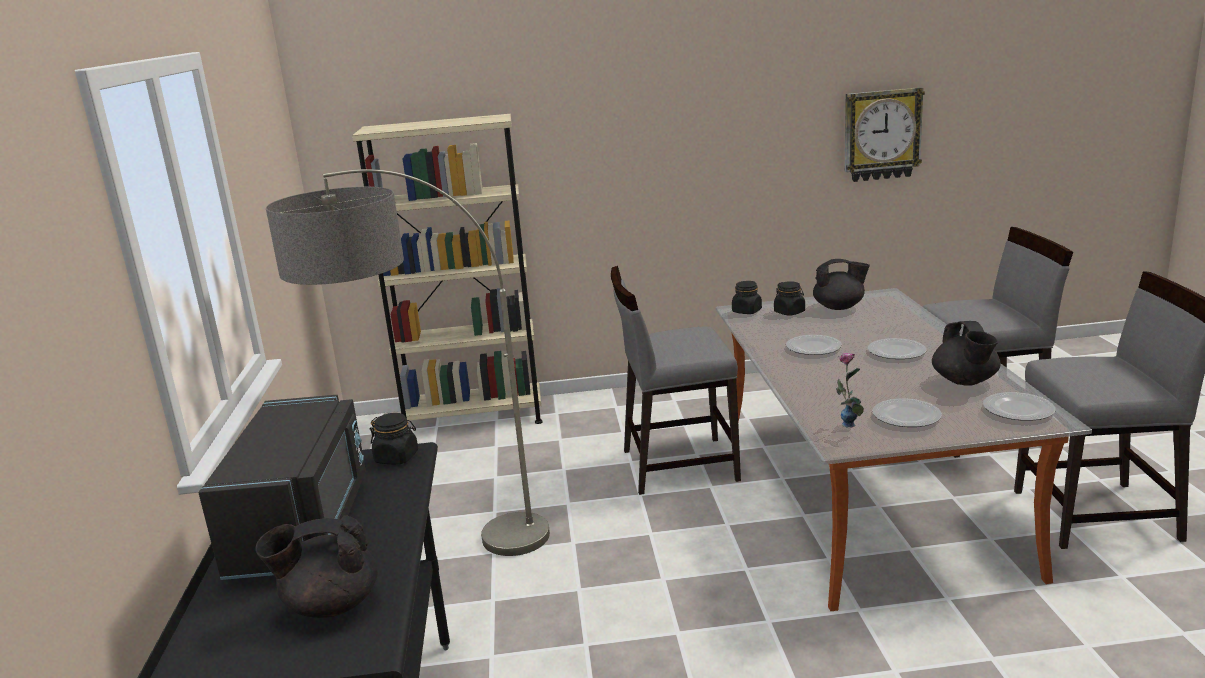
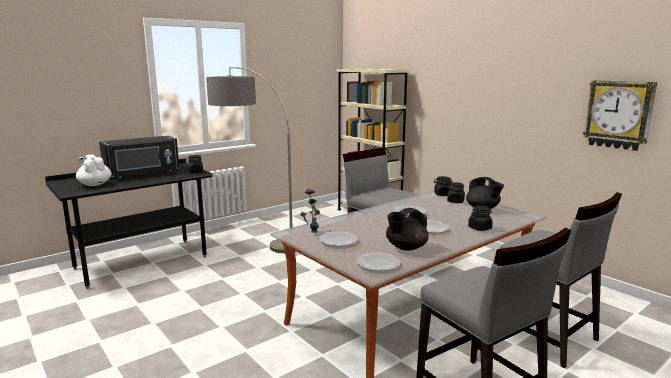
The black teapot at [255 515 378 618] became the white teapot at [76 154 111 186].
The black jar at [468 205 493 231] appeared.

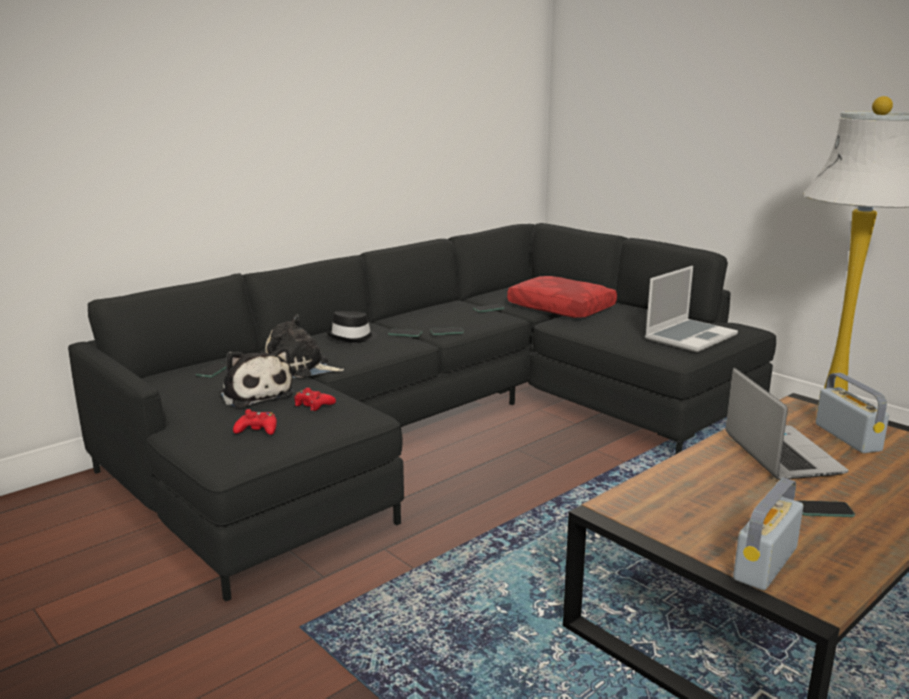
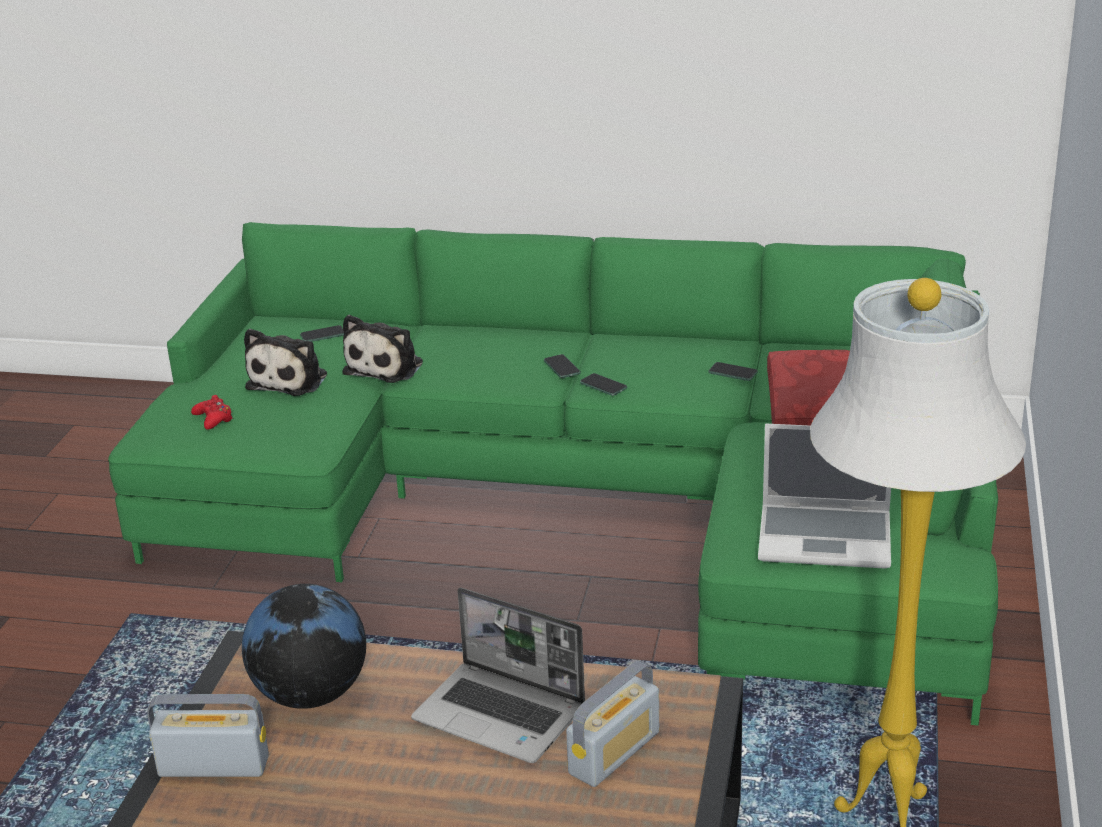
The black sofa at [68 223 776 602] became the green sofa at [108 222 998 726].
The black hat at [326 311 377 343] disappeared.
The plush toy at [265 314 344 378] turned 135 degrees counterclockwise.
The laptop at [725 368 849 480] turned 75 degrees clockwise.
The red game controller at [294 388 336 411] disappeared.
The phone at [796 500 855 517] disappeared.
The globe at [242 584 366 709] appeared.

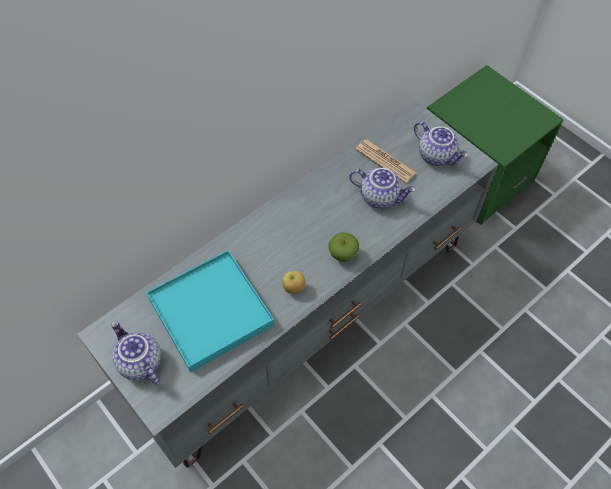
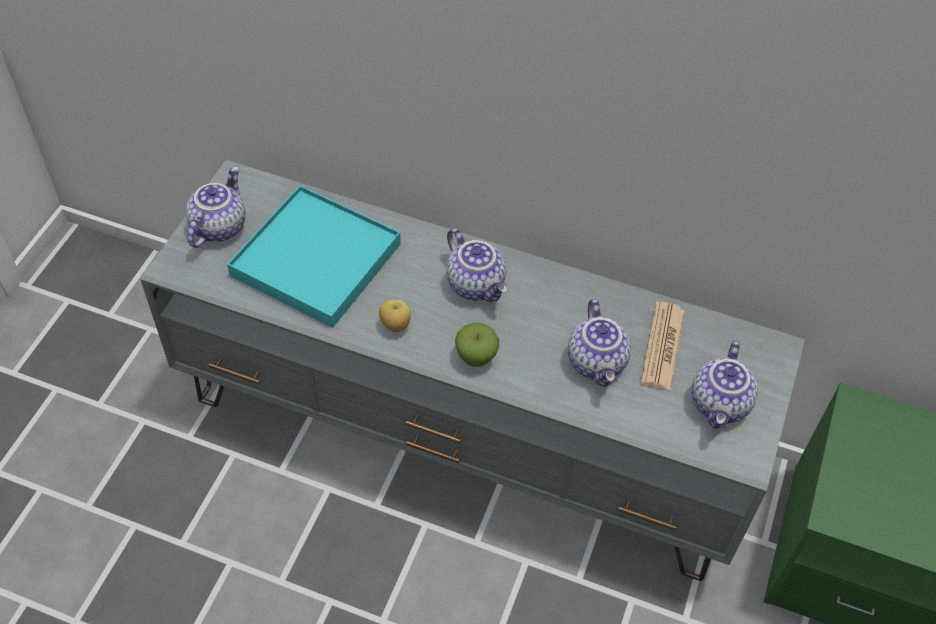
The teapot at [446 228 508 302] appeared.

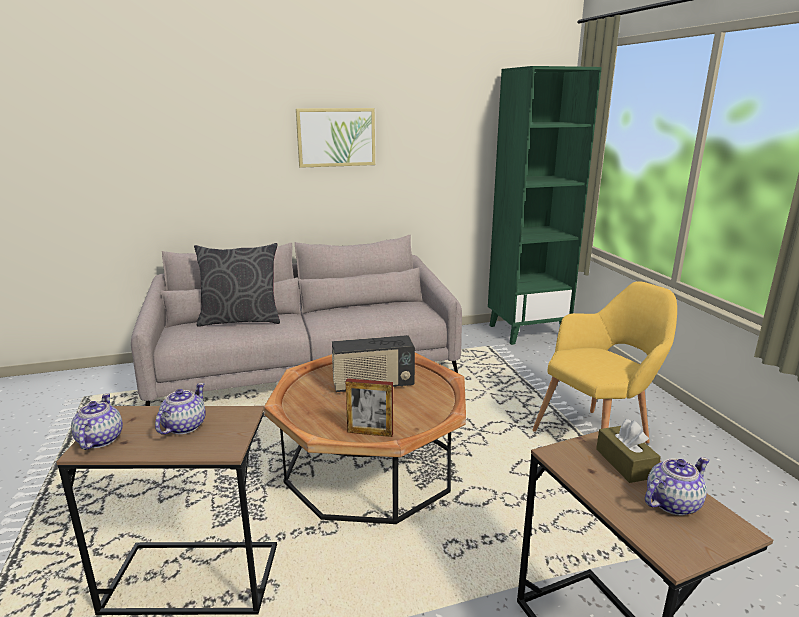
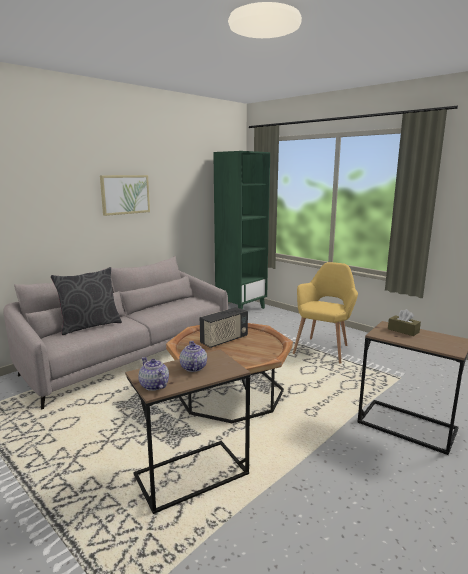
The picture frame at [346 378 393 437] disappeared.
The teapot at [645 457 710 515] disappeared.

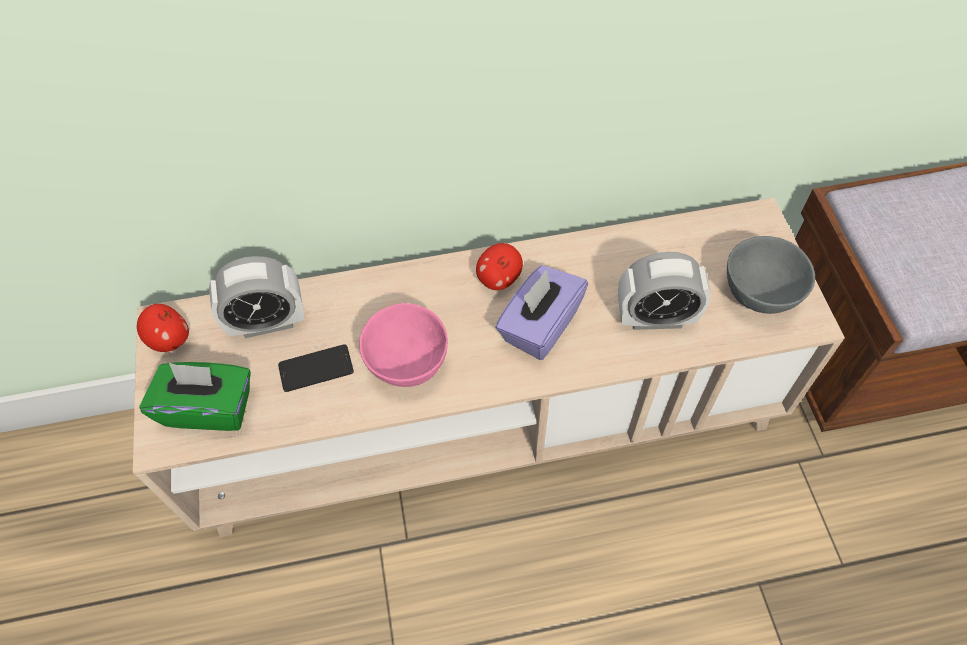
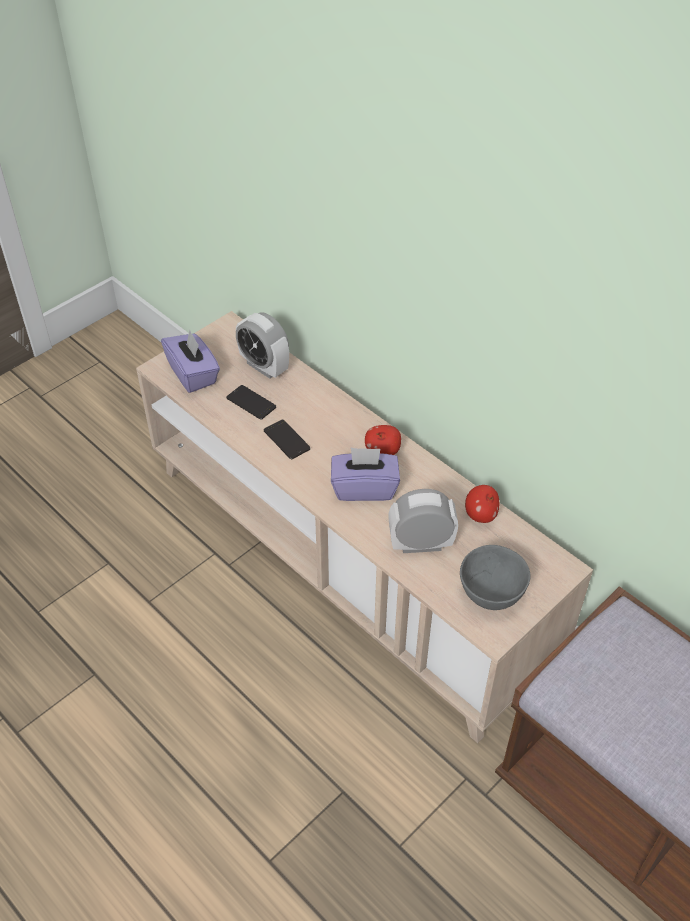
The alarm clock at [618 252 711 330] turned 120 degrees clockwise.
The pink bowl at [359 303 448 387] was replaced by the phone at [264 420 310 459].
The apple moved from [137 304 189 352] to [465 485 499 523].
The green tissue box at [139 362 251 431] became the purple tissue box at [161 331 220 393].

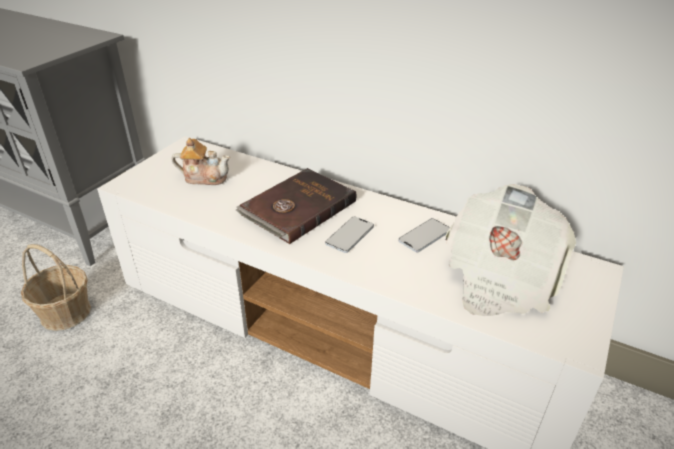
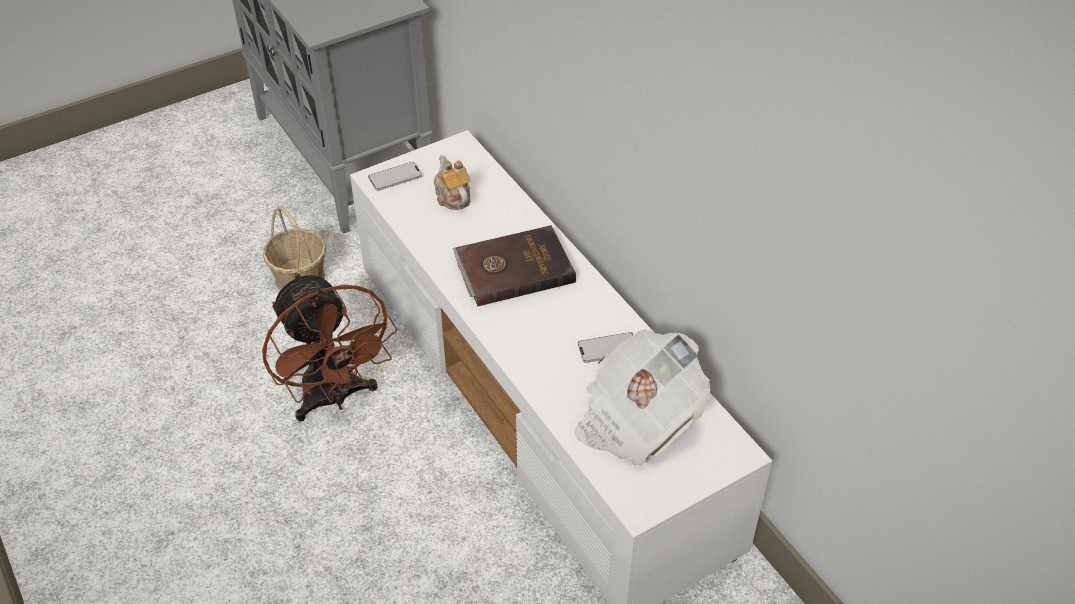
The teapot at [172 138 230 185] turned 150 degrees counterclockwise.
The phone moved from [325 216 374 253] to [368 162 422 191].
The brown fan at [262 273 397 422] appeared.

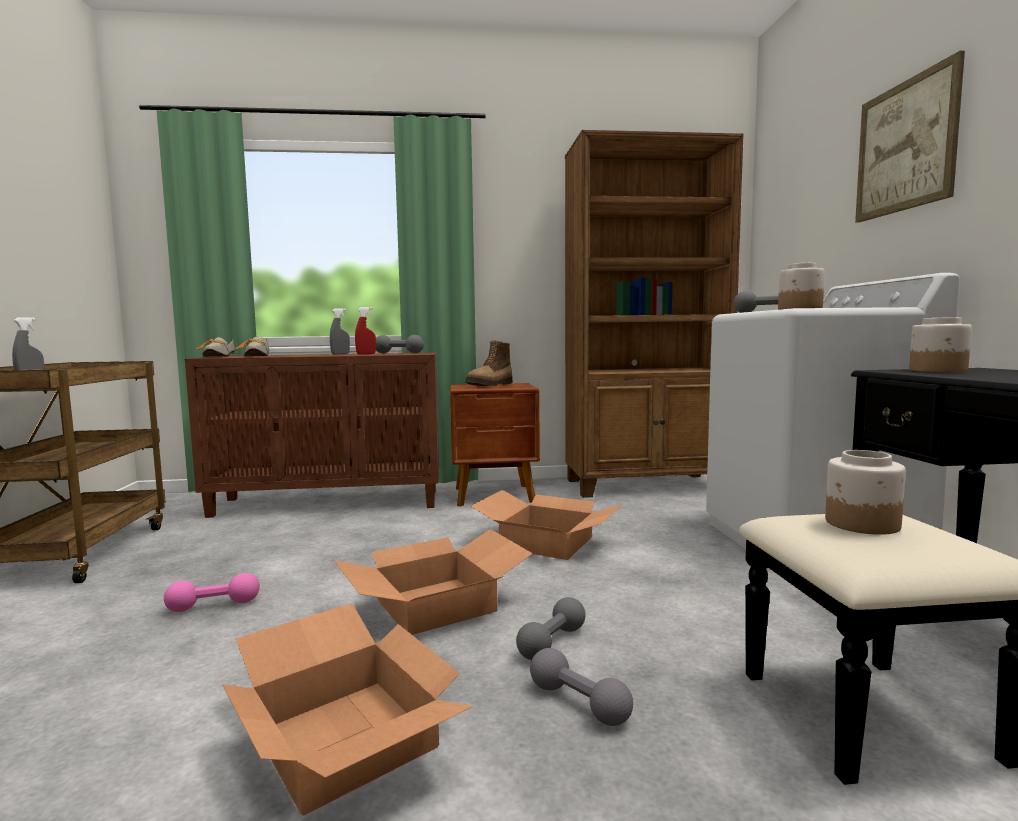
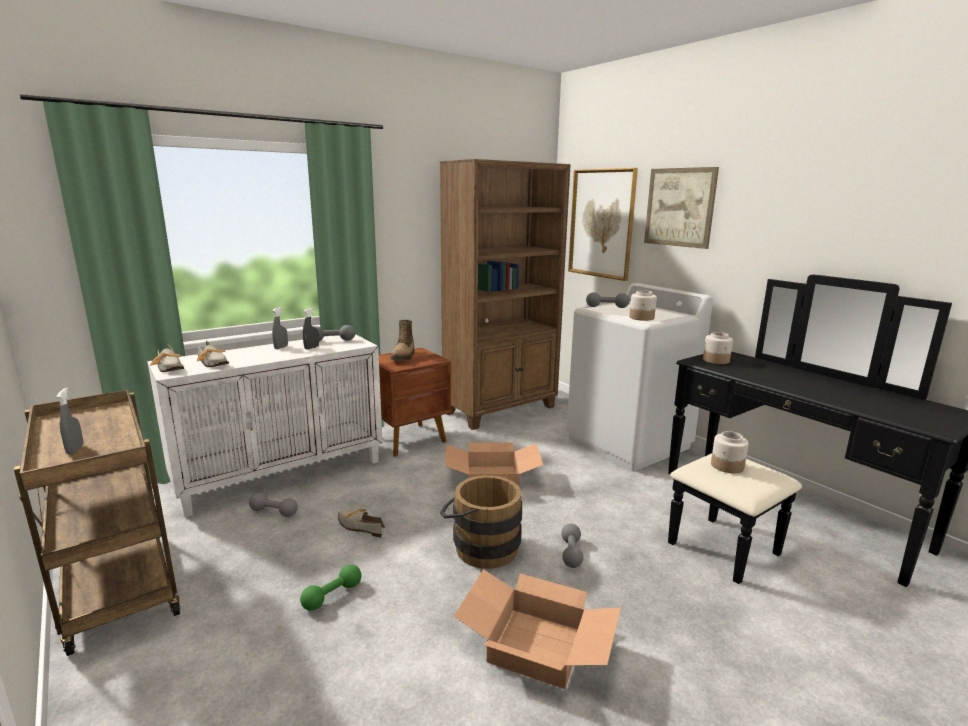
The red spray bottle at [355 307 376 355] became the grey spray bottle at [303 308 319 350].
The brown cabinet at [185 353 439 518] became the white cabinet at [147 334 383 518].
The cardboard box at [334 529 533 635] was replaced by the brown bucket at [440 475 522 569].
The pink dumbbell at [164 573 260 612] became the green dumbbell at [300 565 361 611].
The grey dumbbell moved from [530 648 633 726] to [249 493 298 517].
The picture at [568 168 638 281] appeared.
The shoe at [338 509 385 538] appeared.

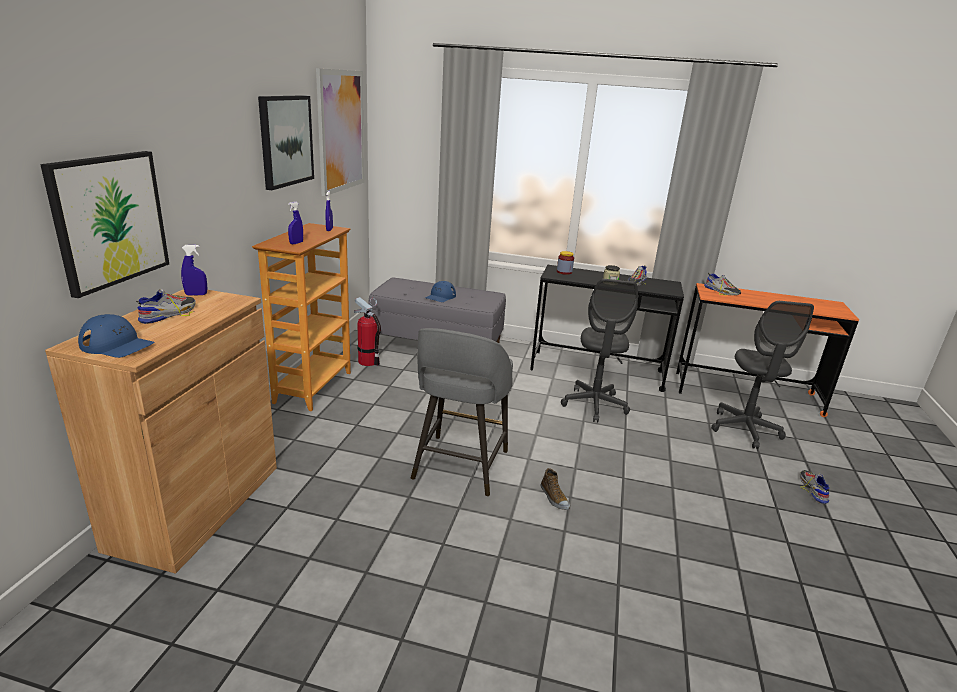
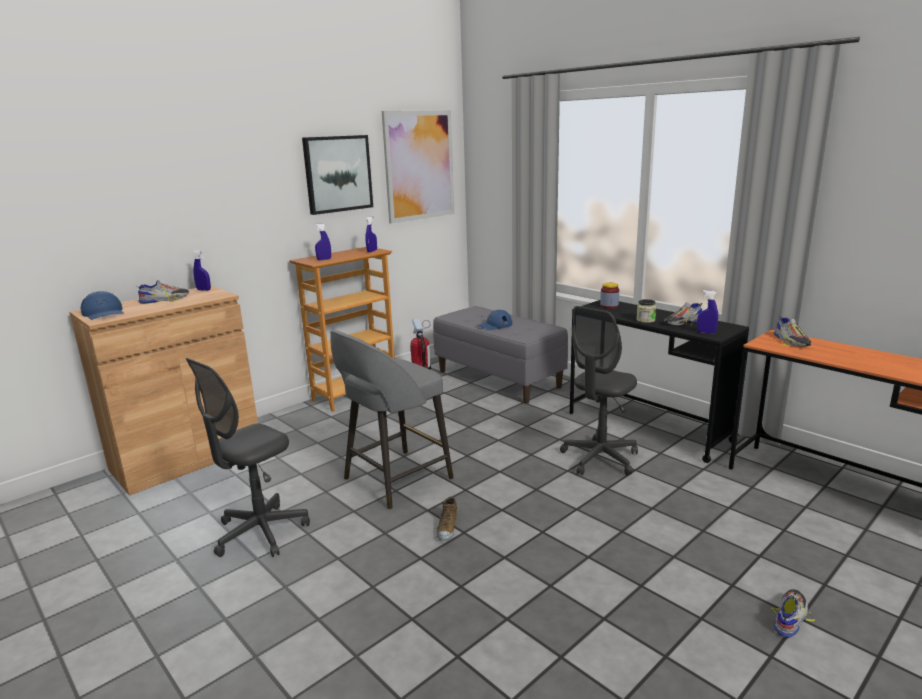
The picture at [40 151 169 298] disappeared.
The grey office chair moved from [711 301 814 449] to [185 358 310 557].
The blue spray bottle at [697 290 718 334] appeared.

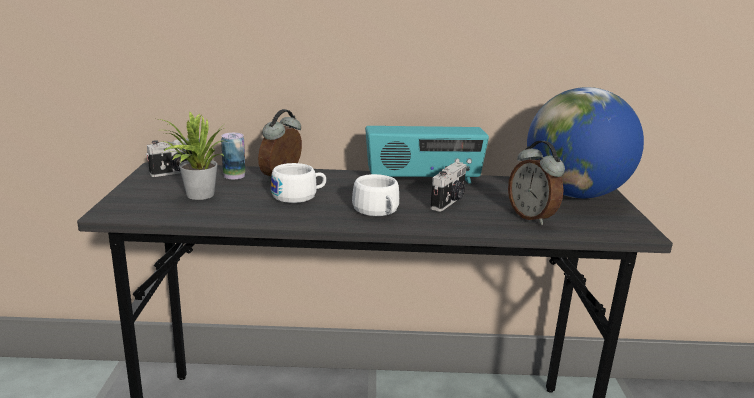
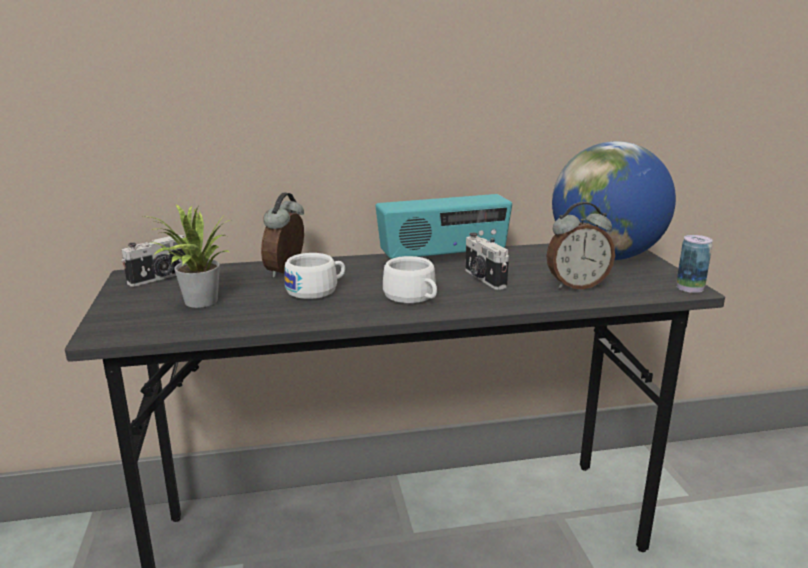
The can moved from [221 133 246 179] to [677 235 713 293].
The alarm clock at [508 141 565 225] turned 60 degrees counterclockwise.
The photo camera at [430 162 467 212] turned 135 degrees clockwise.

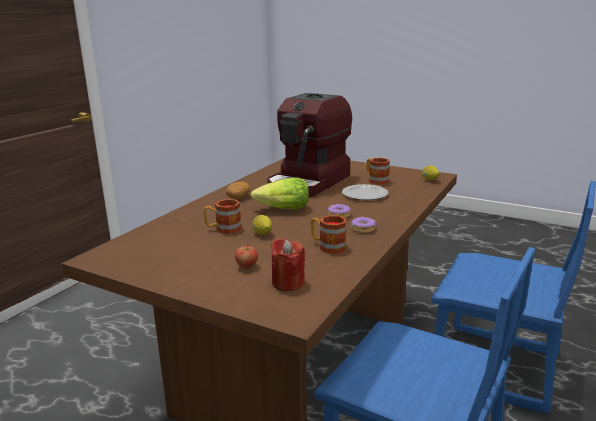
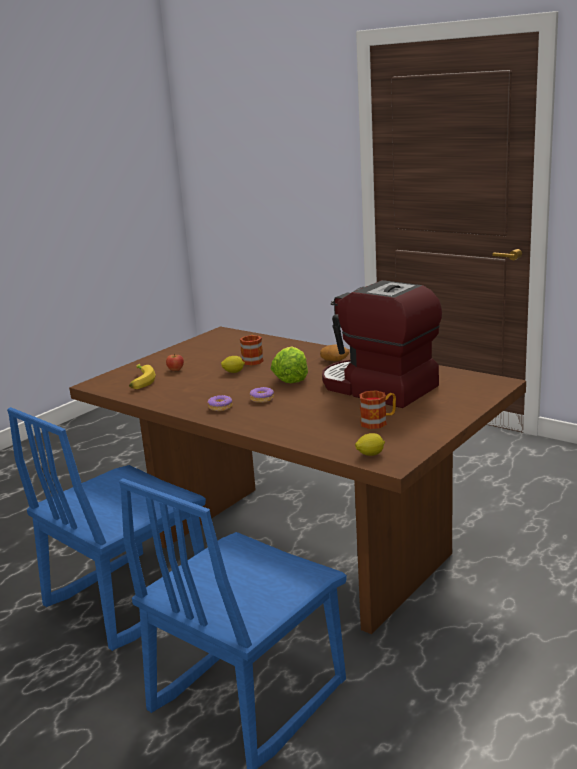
The plate at [342 184 388 200] disappeared.
The mug at [311 215 347 254] disappeared.
The red candle at [271 238 305 291] was replaced by the banana at [129 364 156 389].

